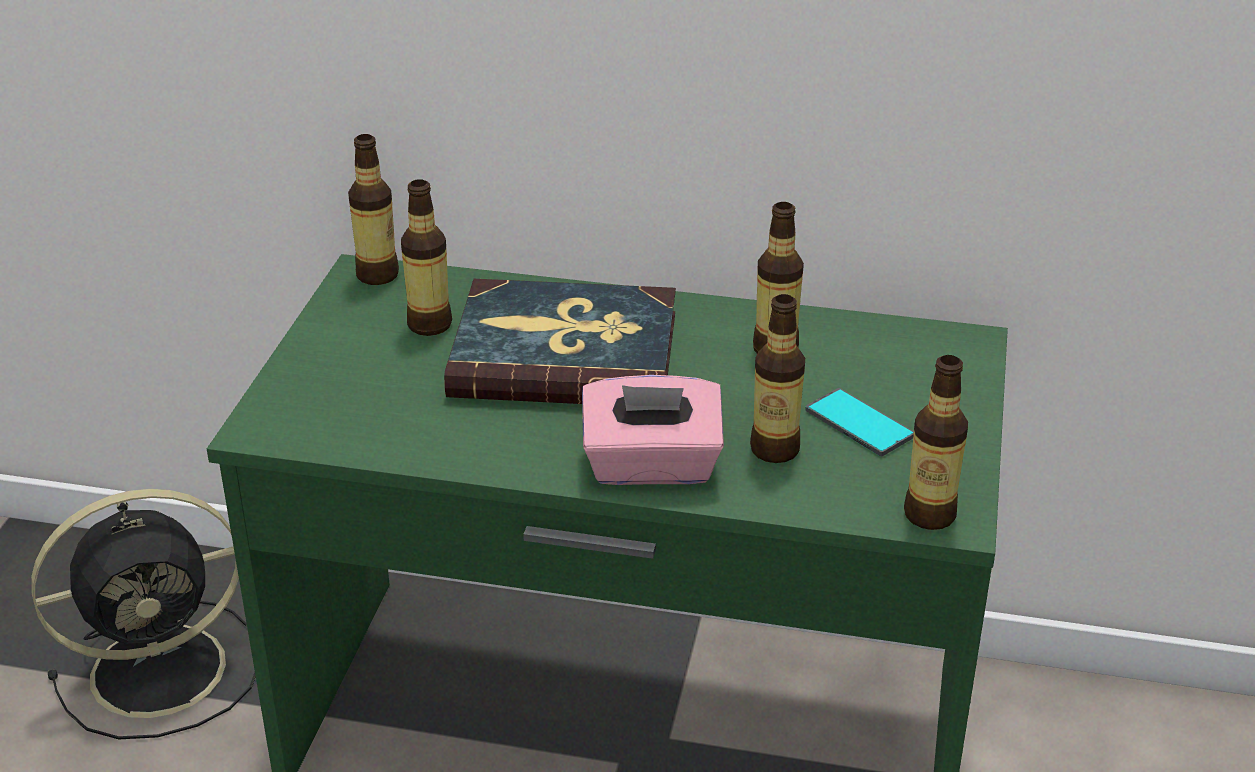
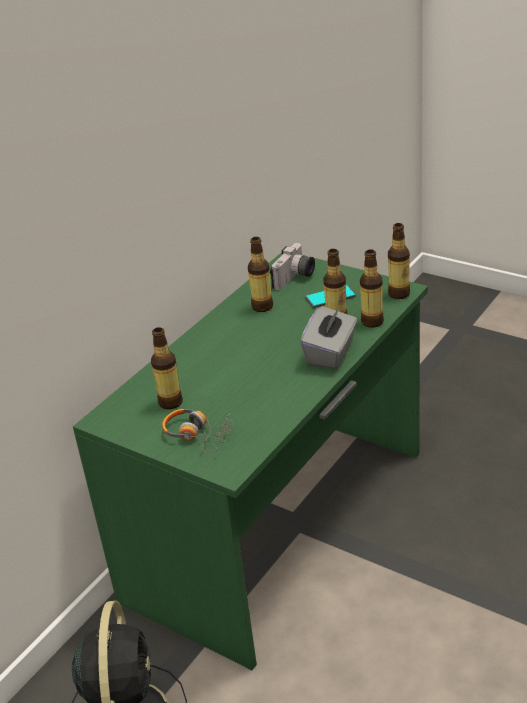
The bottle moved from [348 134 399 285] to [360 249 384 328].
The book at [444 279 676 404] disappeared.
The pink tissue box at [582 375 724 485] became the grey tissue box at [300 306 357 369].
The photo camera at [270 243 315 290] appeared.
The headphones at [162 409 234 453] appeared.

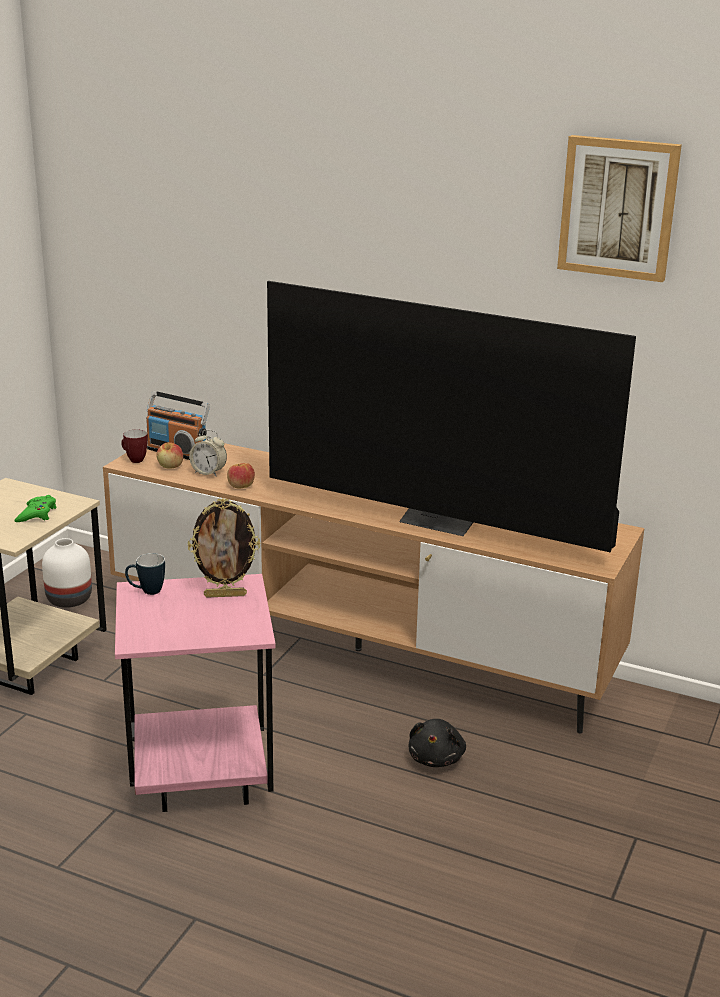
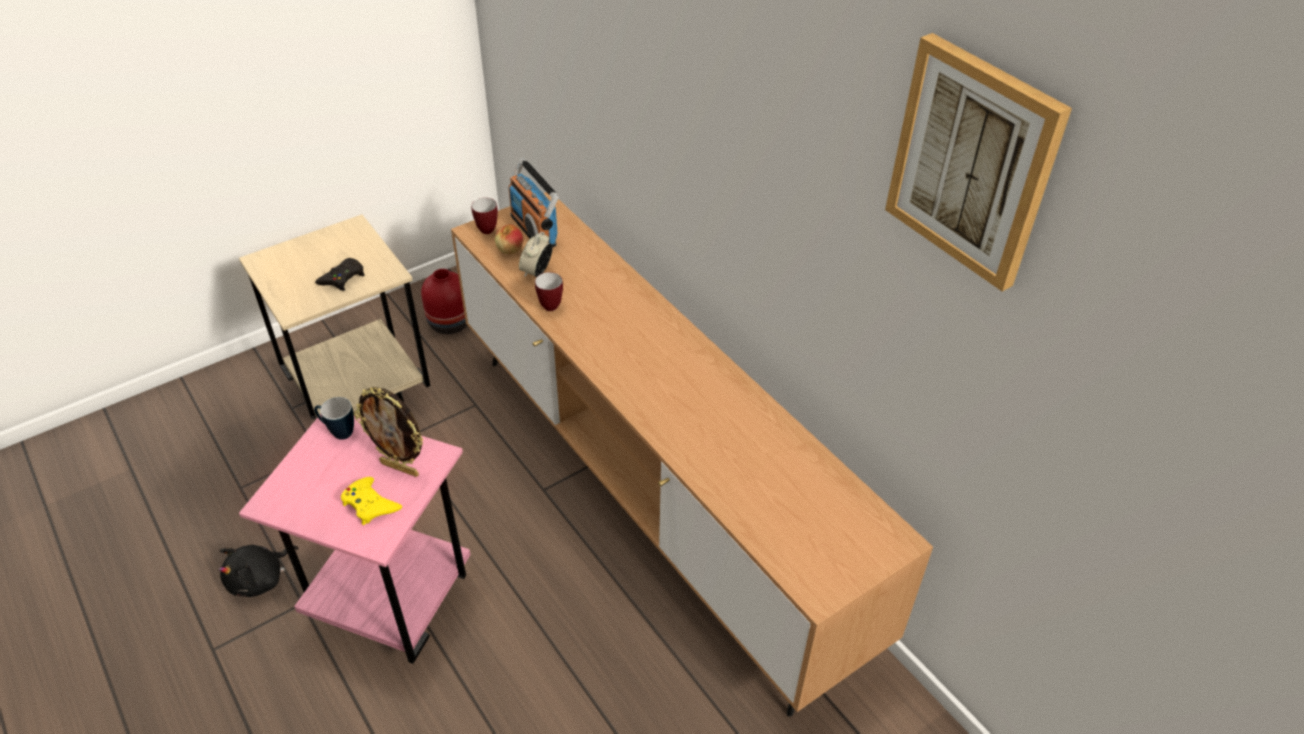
The television at [267 281 636 552] disappeared.
The alarm clock at [189 429 227 477] turned 60 degrees clockwise.
The apple at [227 463 255 489] was replaced by the mug at [535 272 563 311].
The green game controller at [15 495 57 522] became the black game controller at [315 258 365 291].
The white vase at [42 538 92 608] became the red vase at [421 269 467 334].
The black plush toy moved from [408 719 466 767] to [219 545 298 597].
The yellow game controller at [341 477 402 525] appeared.

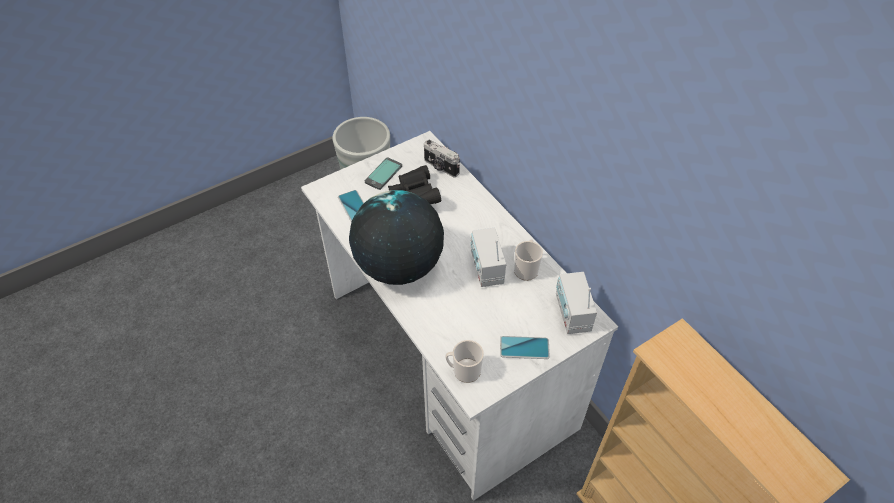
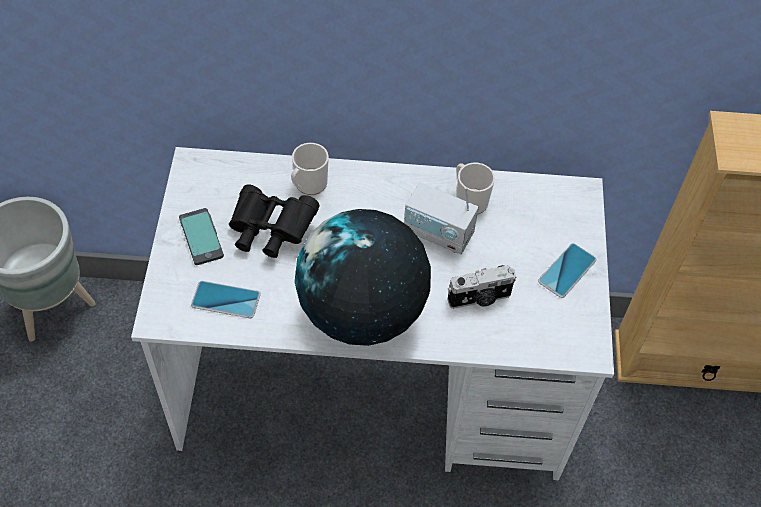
The photo camera moved from [424 140 460 177] to [447 265 517 309].
The radio at [556 272 597 334] disappeared.
The mug moved from [445 340 484 383] to [291 143 329 195].

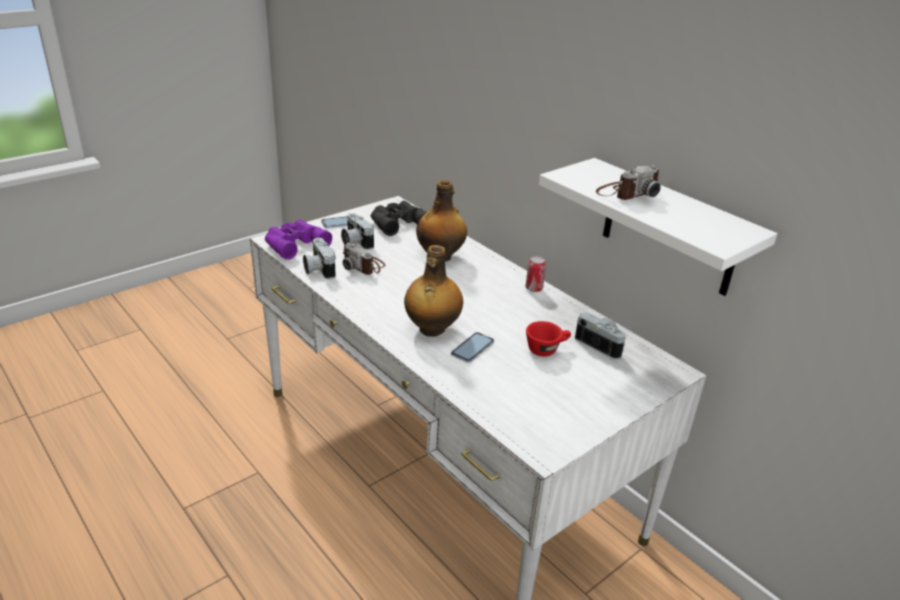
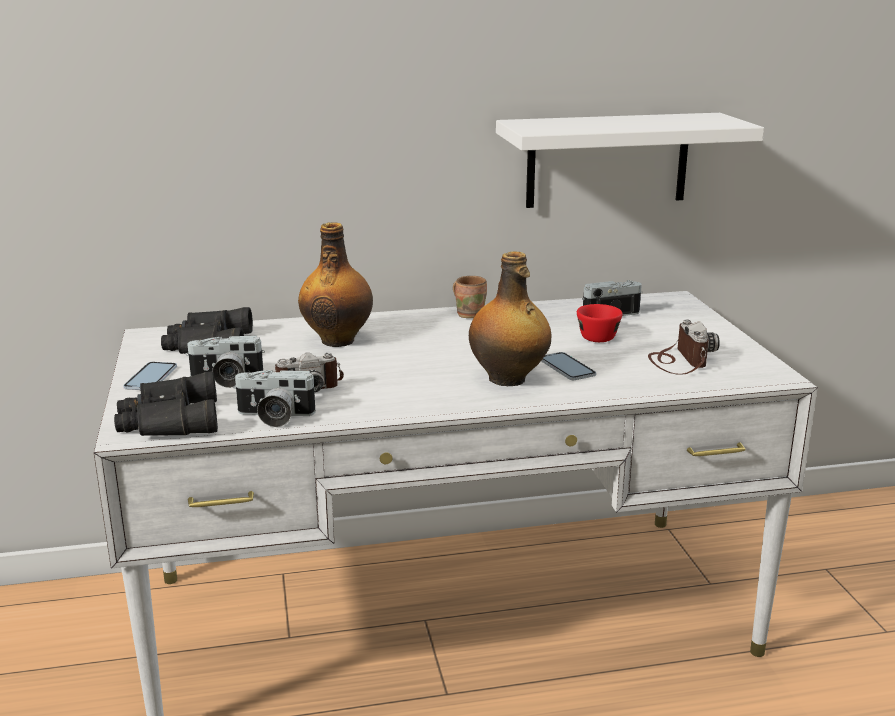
The photo camera moved from [596 165 661 200] to [648 319 720 375].
The purple binoculars at [265 219 332 260] became the black binoculars at [114 371 218 436].
The can at [525 256 546 292] was replaced by the brown mug at [453 276 487 318].

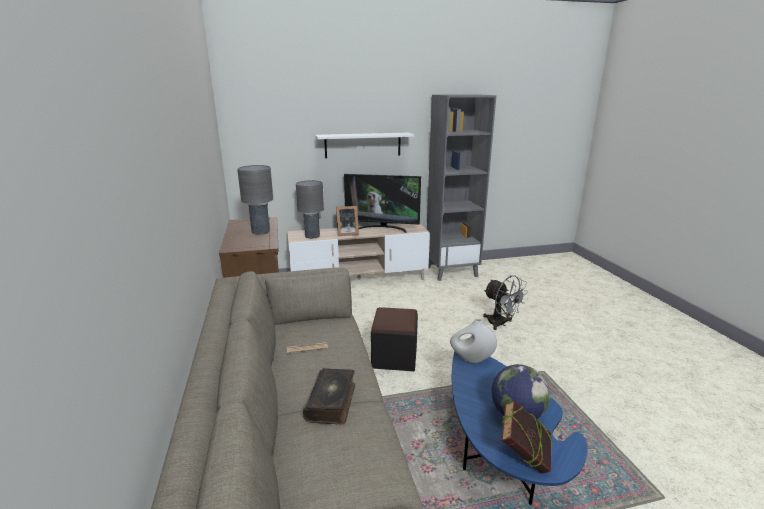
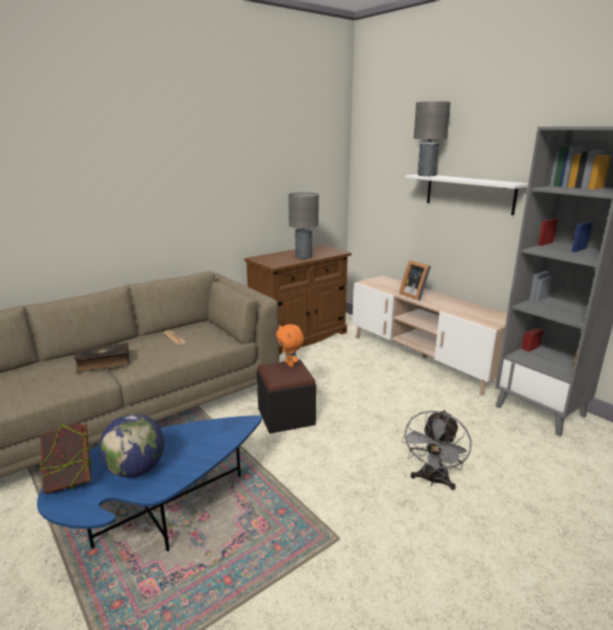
The television at [344 174 421 233] disappeared.
The grey table lamp moved from [296 180 324 239] to [413 101 451 176].
The white vase at [450 319 497 363] disappeared.
The orange plush toy at [276 324 304 367] appeared.

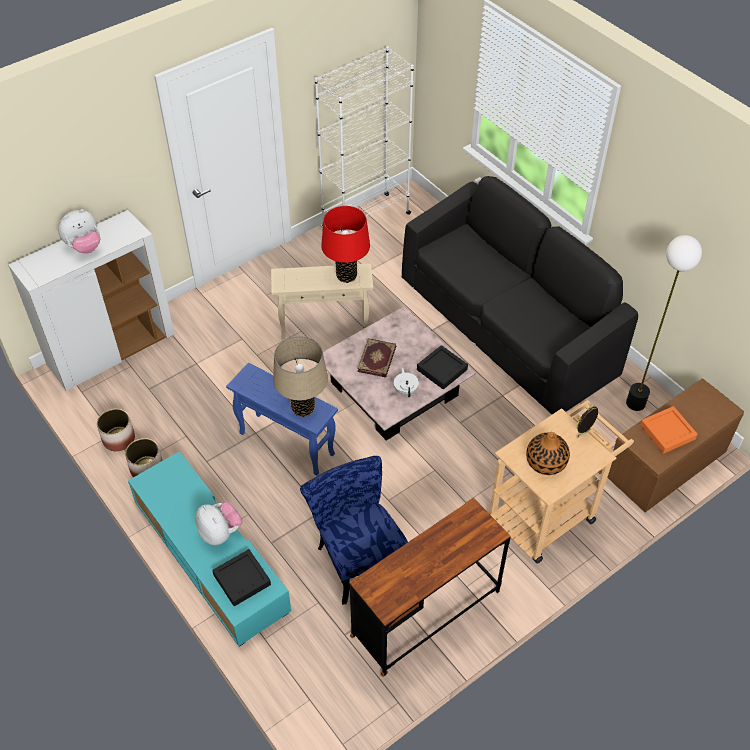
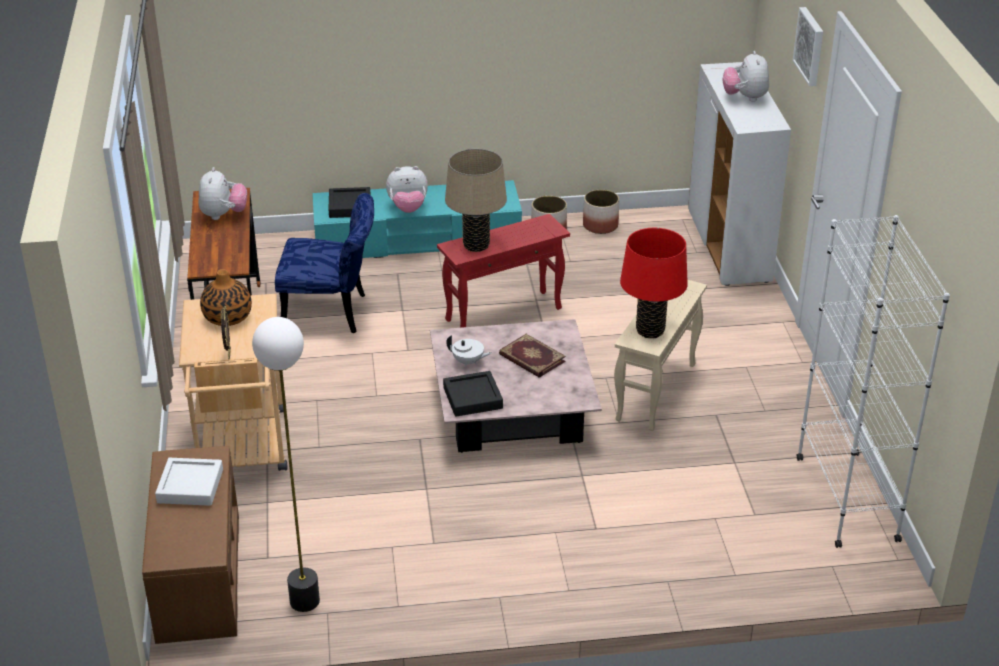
The black sofa at [402 176 638 414] disappeared.
The blue side table at [226 362 338 476] became the red side table at [437 214 570 328].
The orange tray at [640 406 697 454] became the white tray at [155 458 223 506].
The picture at [793 7 823 86] appeared.
The plush toy at [199 167 247 220] appeared.

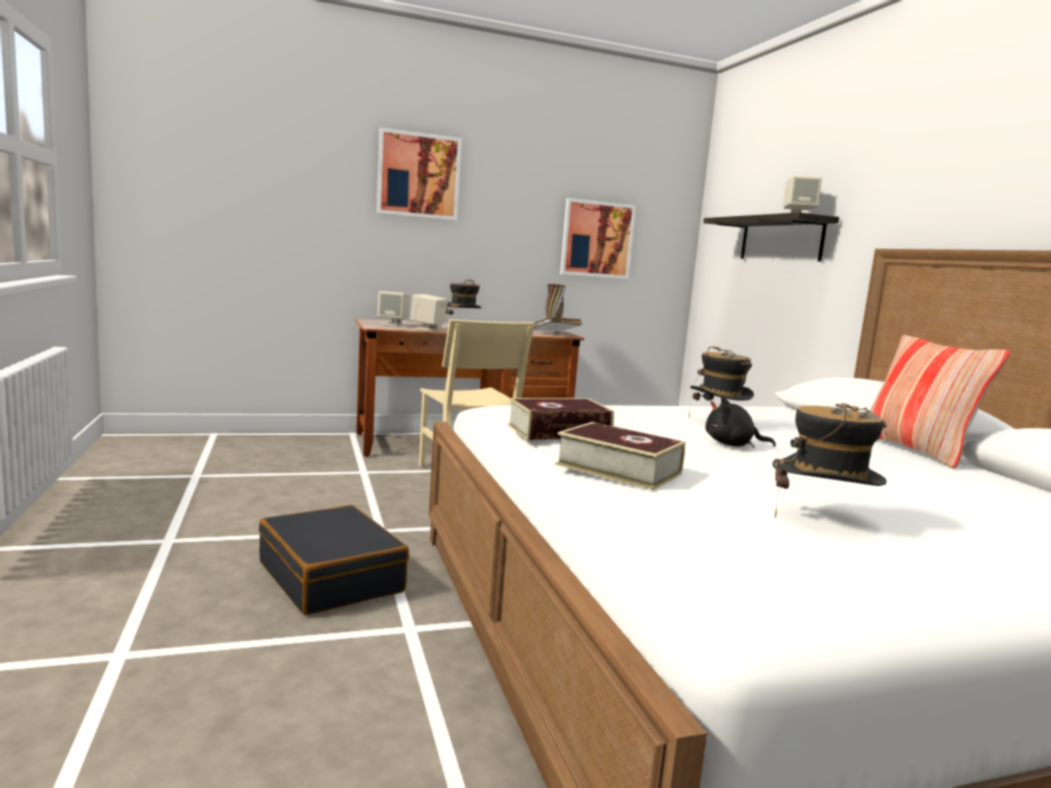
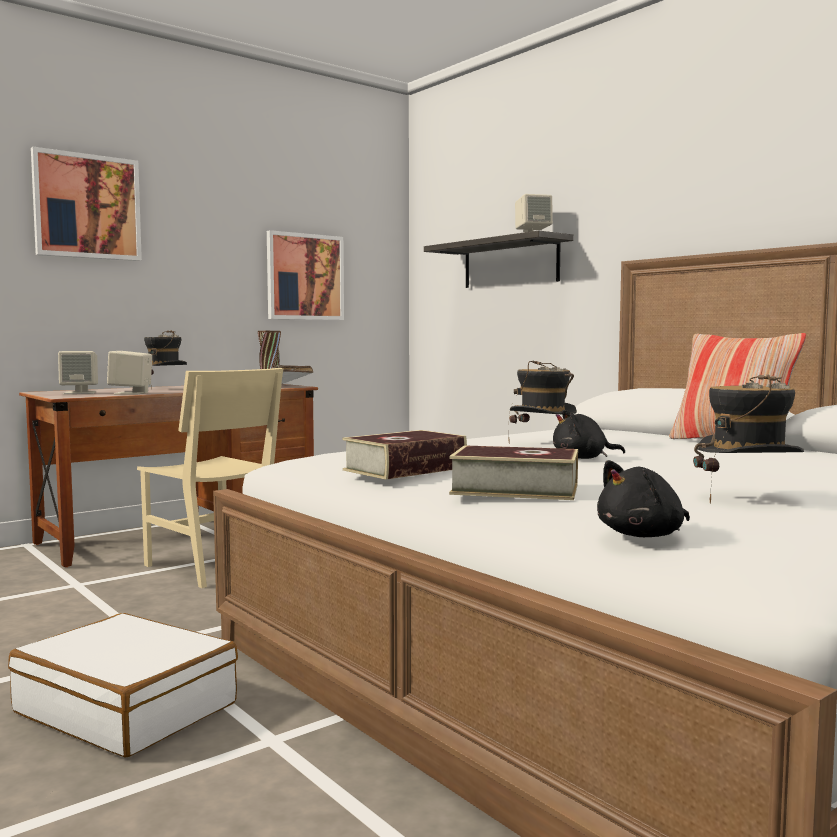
The black suitcase at [259 505 409 615] became the white suitcase at [8 613 238 757].
The black plush toy at [597 460 690 537] appeared.

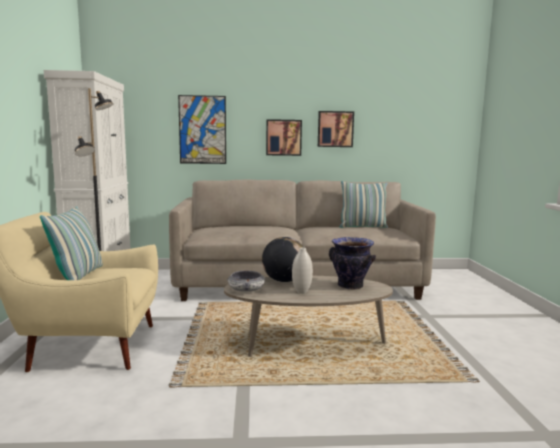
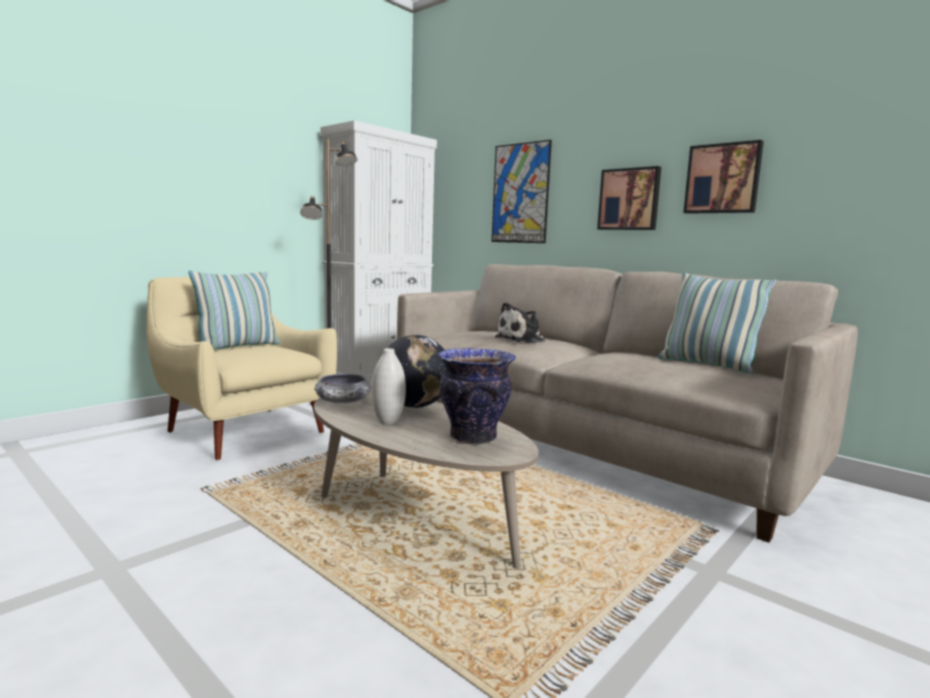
The plush toy at [495 302 545 343] appeared.

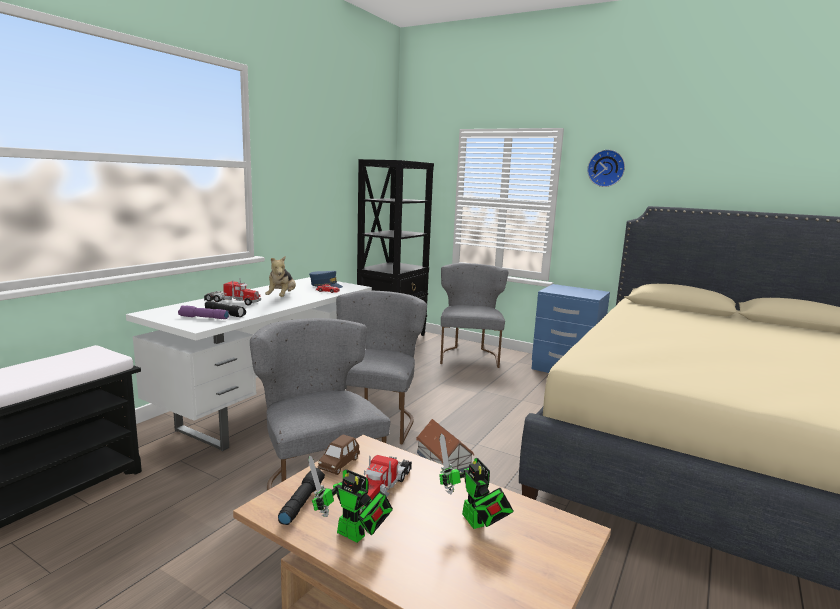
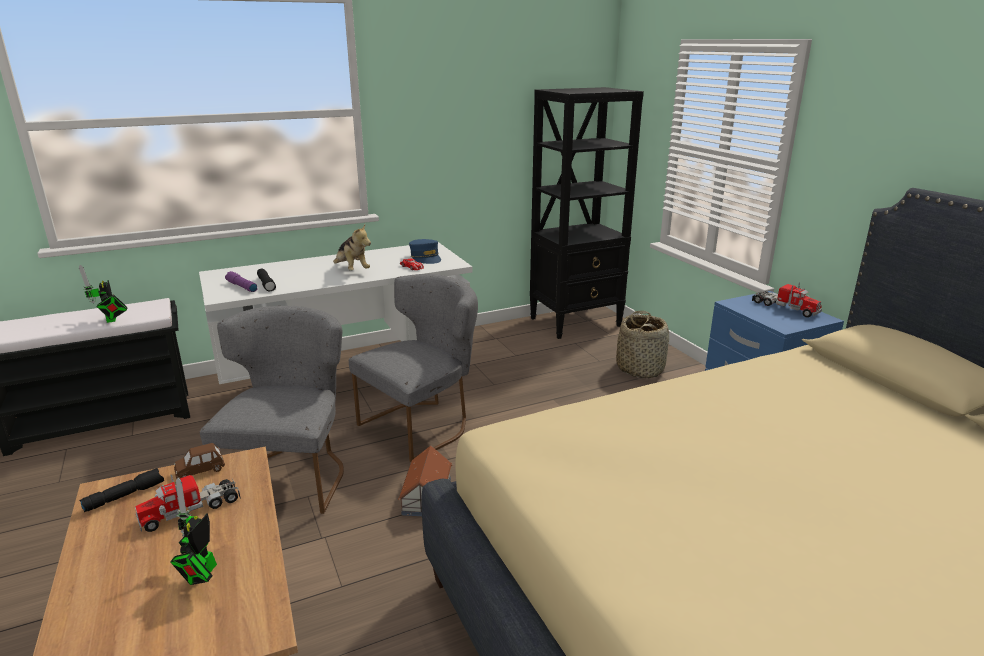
The wall clock at [587 150 625 187] disappeared.
The plush toy at [265 256 296 297] turned 75 degrees counterclockwise.
The grey chair at [440 263 508 368] was replaced by the basket at [616 311 669 378].
The toy truck moved from [204 279 261 305] to [752 282 822 318].
The toy robot moved from [308 456 393 543] to [79 265 128 323].

